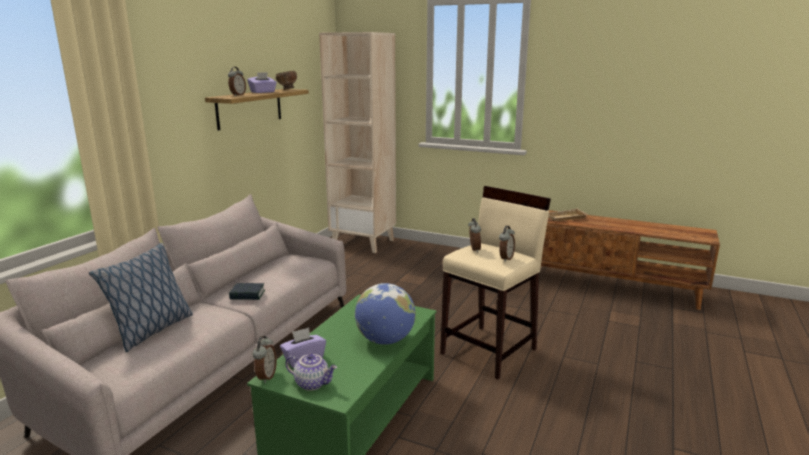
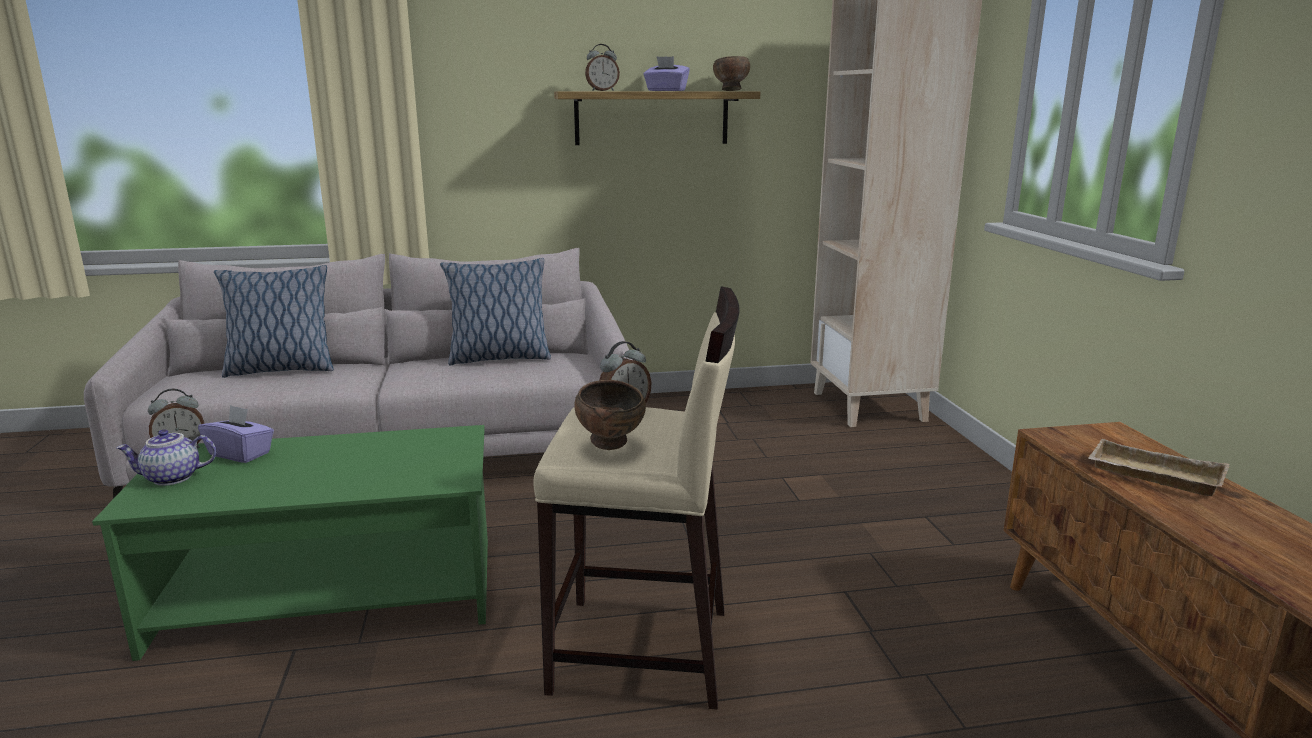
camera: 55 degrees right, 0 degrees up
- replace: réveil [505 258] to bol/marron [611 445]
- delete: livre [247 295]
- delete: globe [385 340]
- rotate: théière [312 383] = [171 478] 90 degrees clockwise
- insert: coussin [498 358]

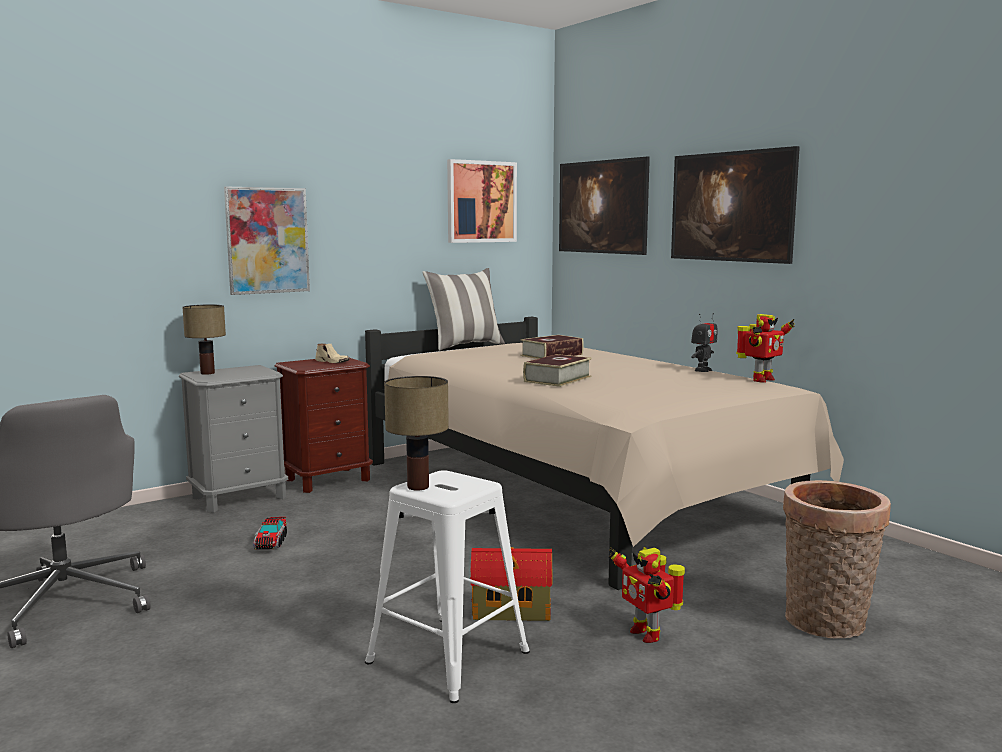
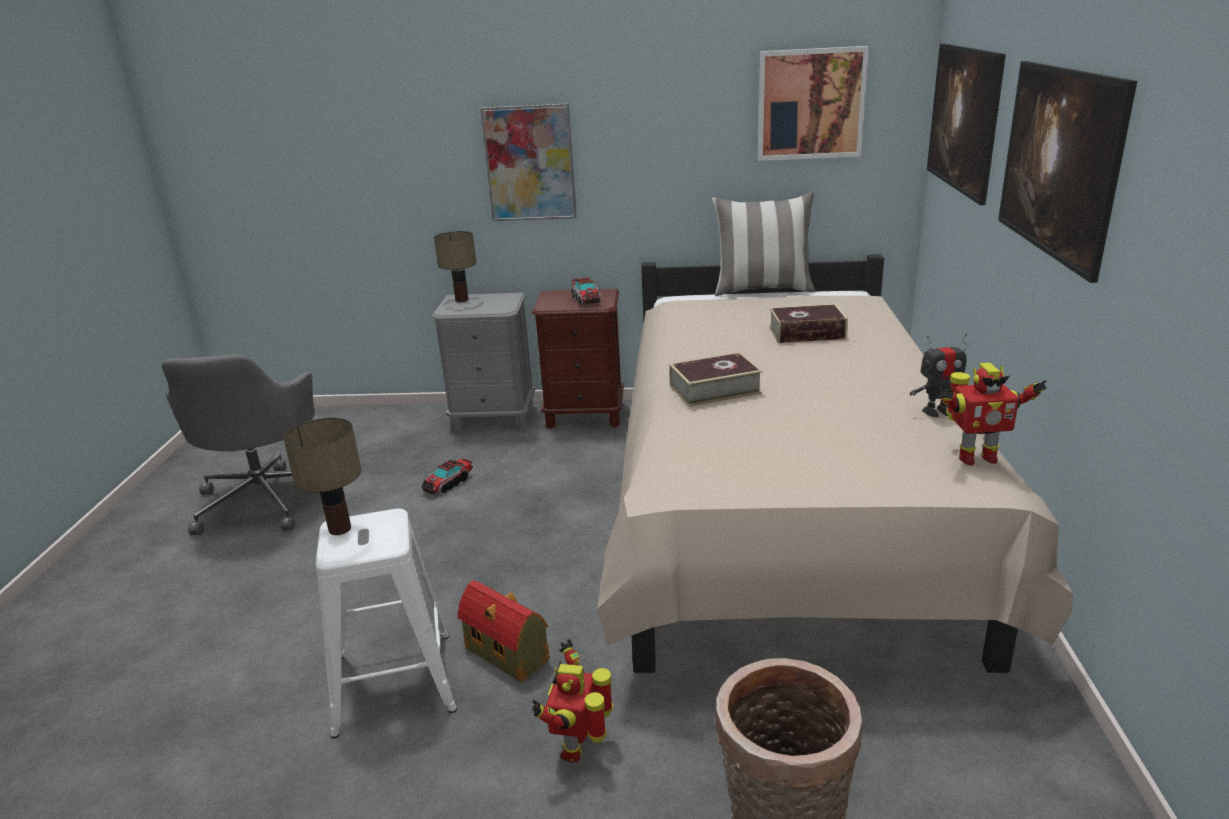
camera: 40 degrees right, 15 degrees up
- replace: chaussure/beige [333 362] to camion jouet [586 299]

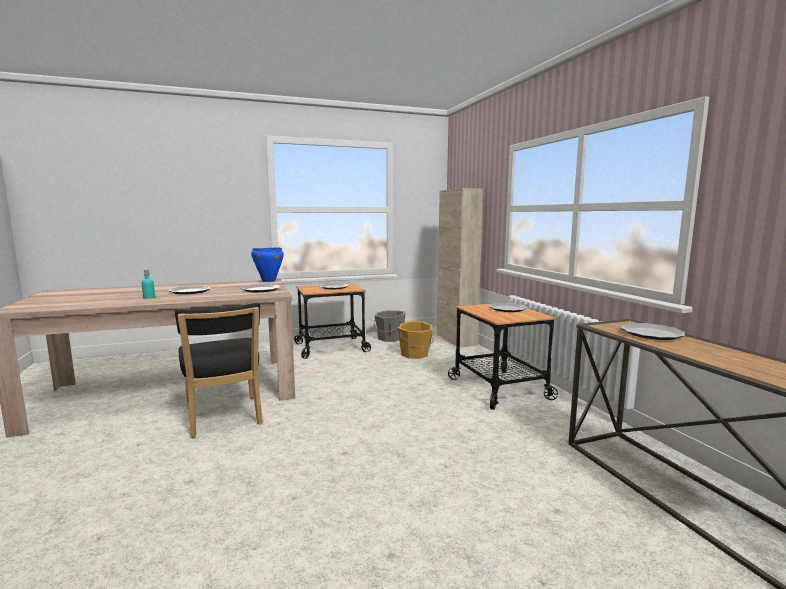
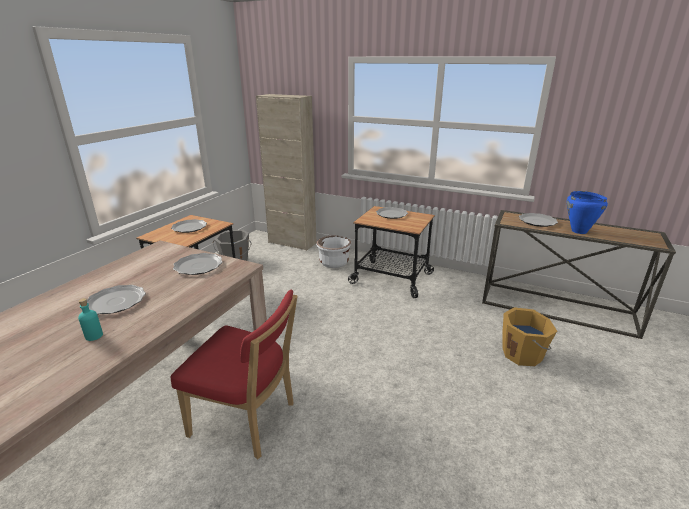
camera: 45 degrees left, 15 degrees up
- move: marmite/bleu [268 281] to [579 231]
- recolor: chaise/noir [224 418] to chaise/rouge [247 421]
- move: seau/orange [415 354] to [523 354]
- insert: cache-pot/blanc [334 263]

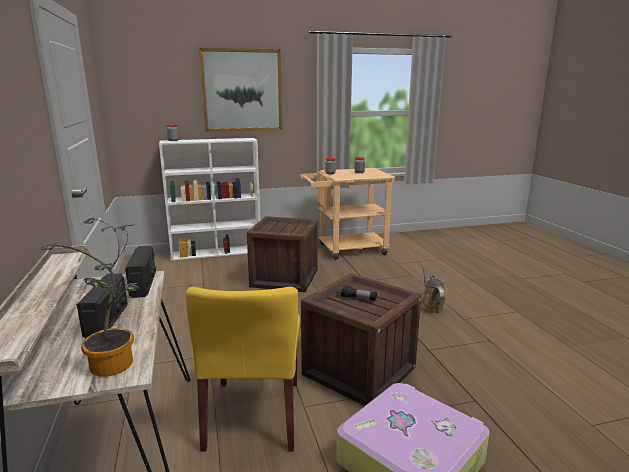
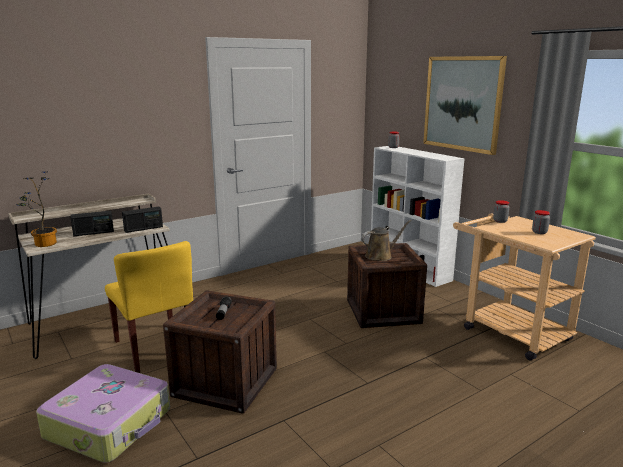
camera: 70 degrees right, 0 degrees up
- move: arrosoir/marron [431 306] to [381 256]
- rotate: chaise/jaune [254 414] = [156 347] 105 degrees counterclockwise

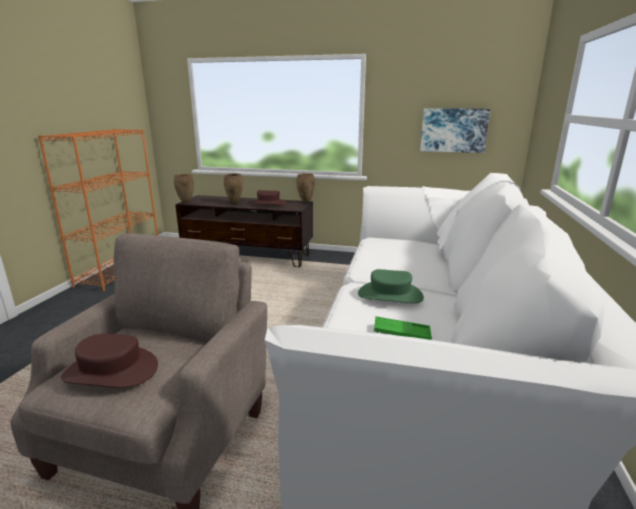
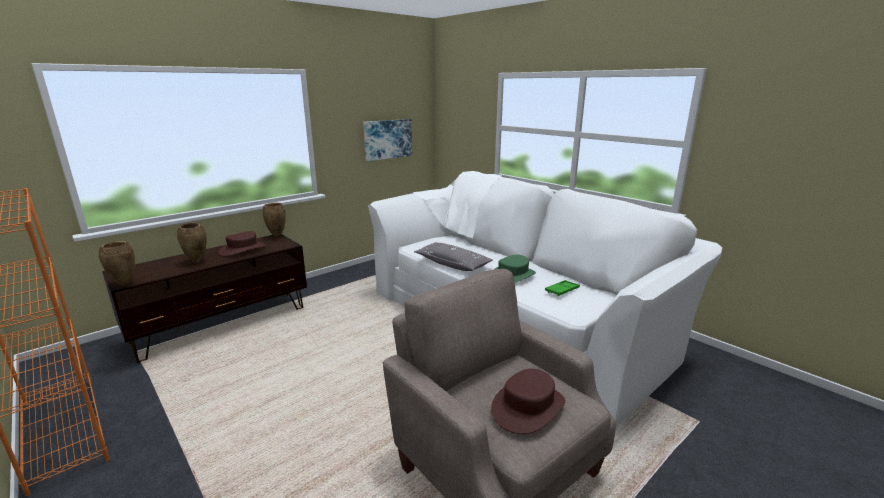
camera: 55 degrees left, 0 degrees up
- insert: coussin/gris [453 264]

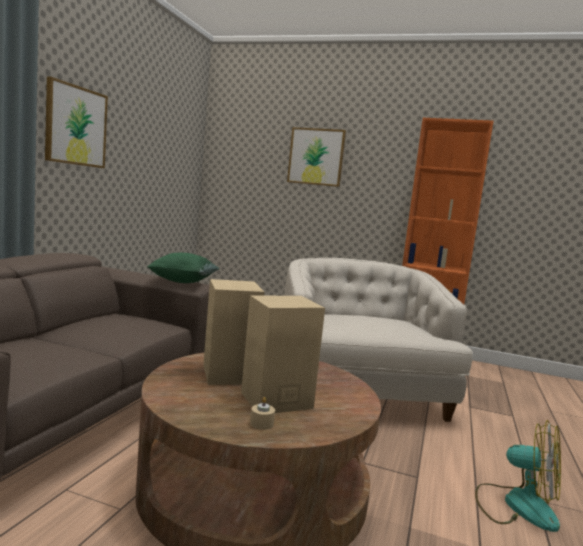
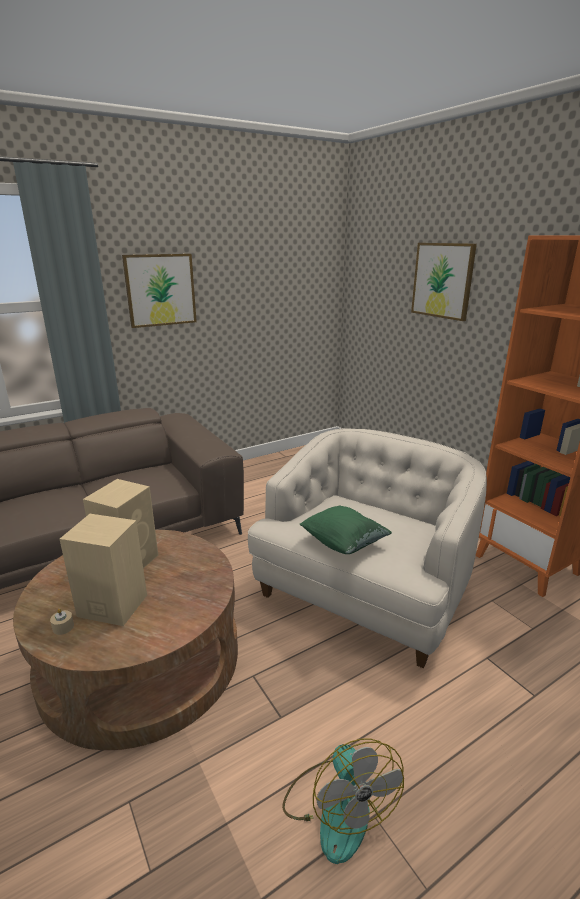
camera: 40 degrees right, 15 degrees up
- move: coussin/vert [183 282] to [343 543]

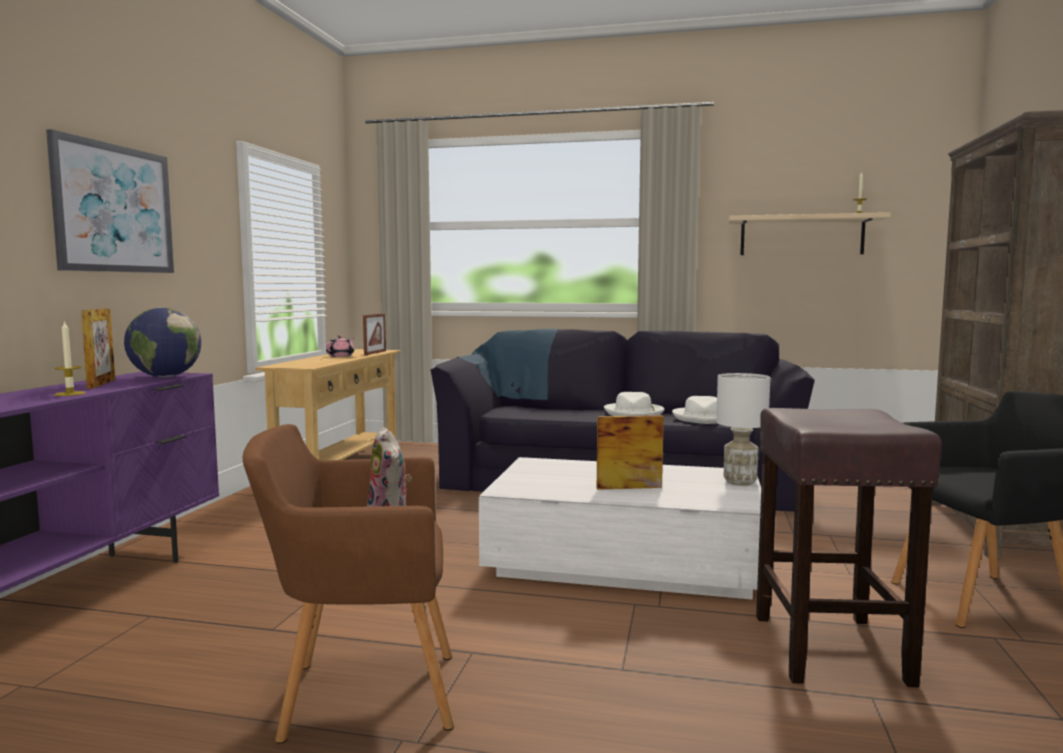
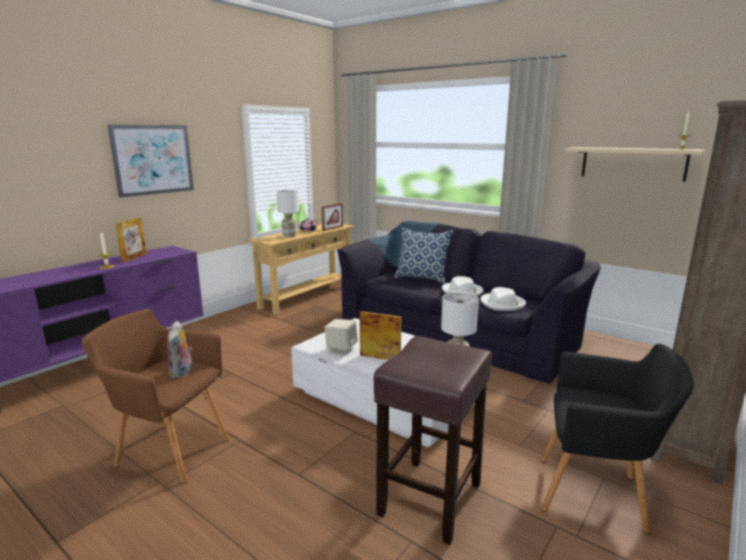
camera: 25 degrees right, 10 degrees up
- delete: globe [165 376]
- insert: lampe de table/blanc [289 236]
- insert: coussin [422 278]
- insert: enceinte/beige [341 349]

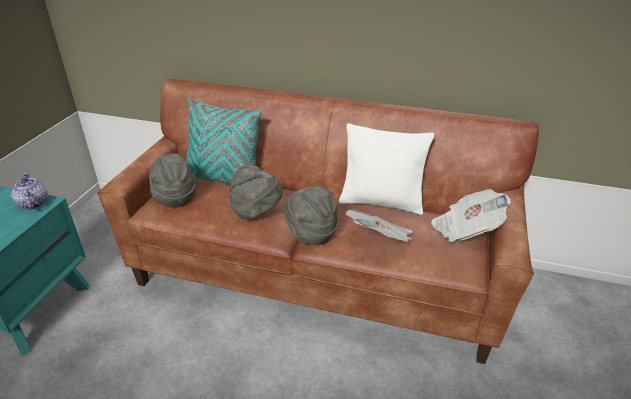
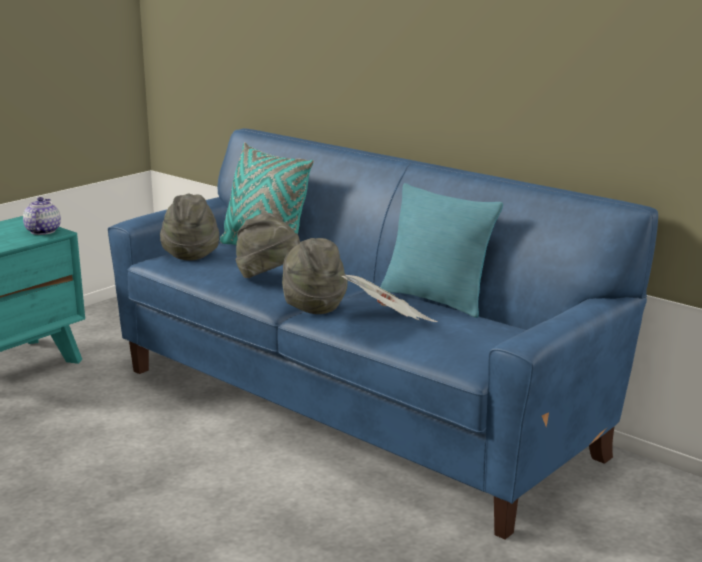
camera: 25 degrees right, 15 degrees down
- recolor: canapé/marron [315 276] to canapé/bleu [352 410]
- recolor: coussin/blanc [381 202] to coussin/turquoise [436 300]
- delete: journal [466 229]

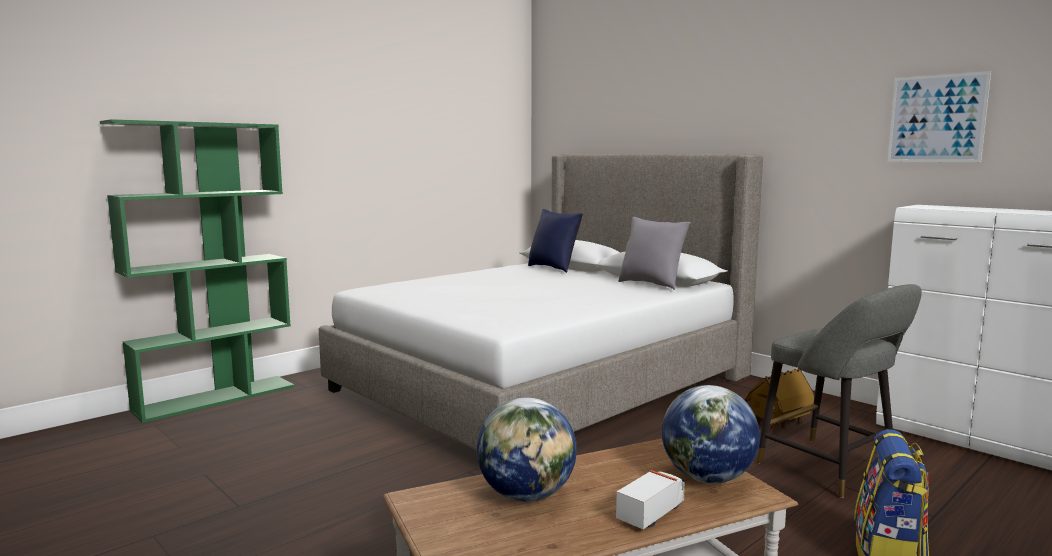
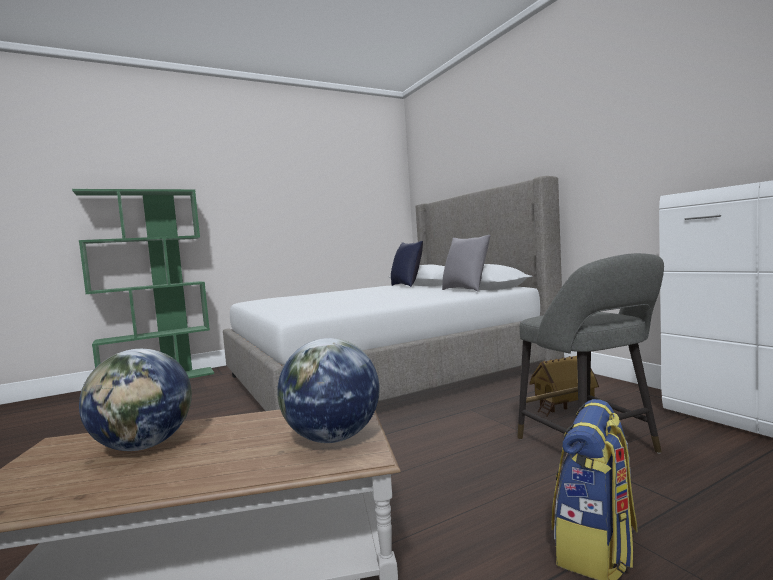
camera: 15 degrees right, 5 degrees down
- delete: tableau [936 118]
- delete: camion jouet [652 513]

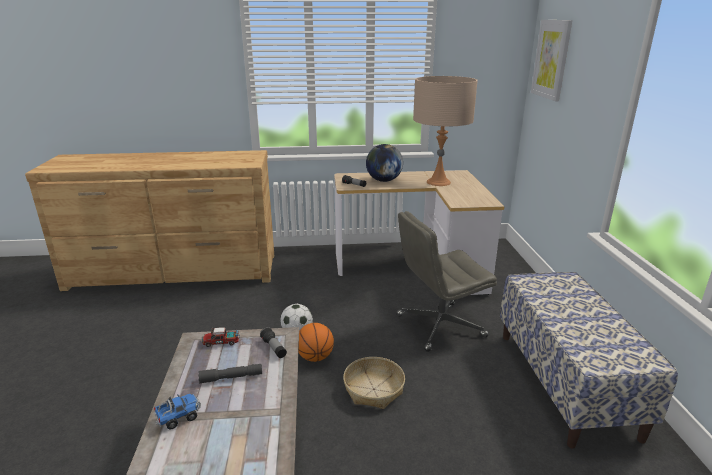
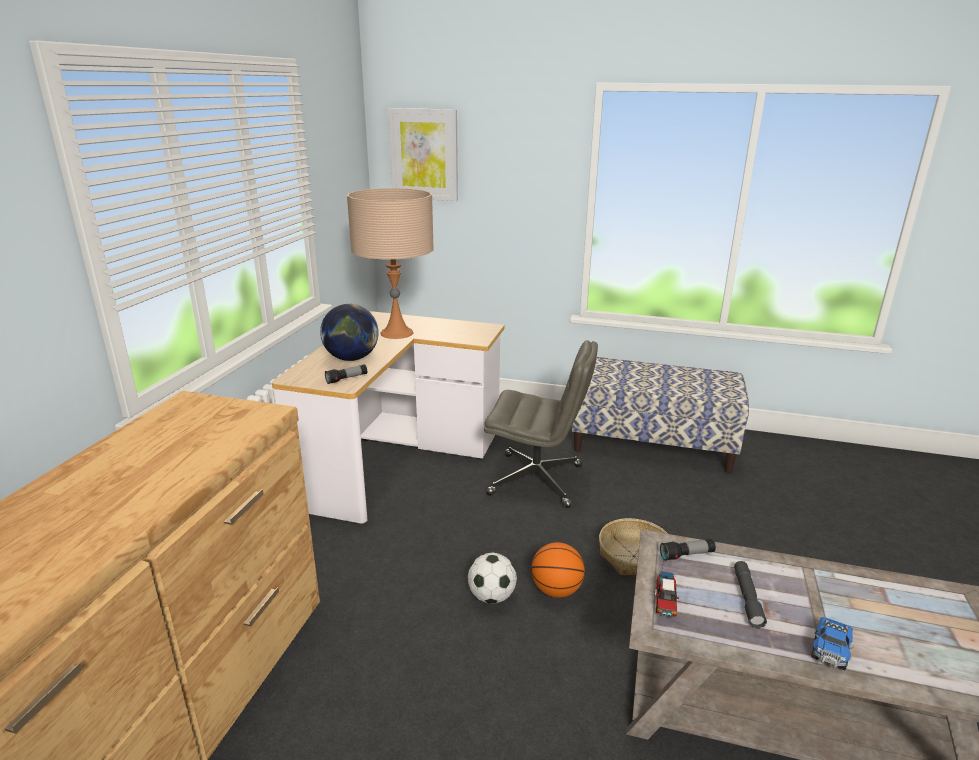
camera: 70 degrees left, 0 degrees up
- rotate: chaise de bureau/gris [439 326] = [537 480] 75 degrees counterclockwise
- rotate: camion jouet [178 417] = [829 652] 135 degrees counterclockwise

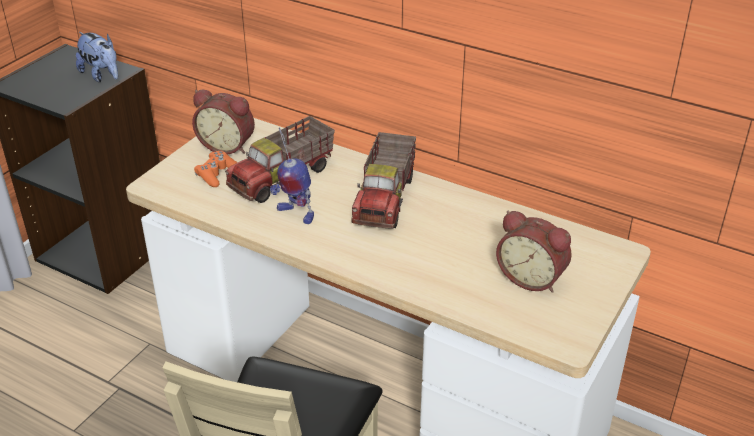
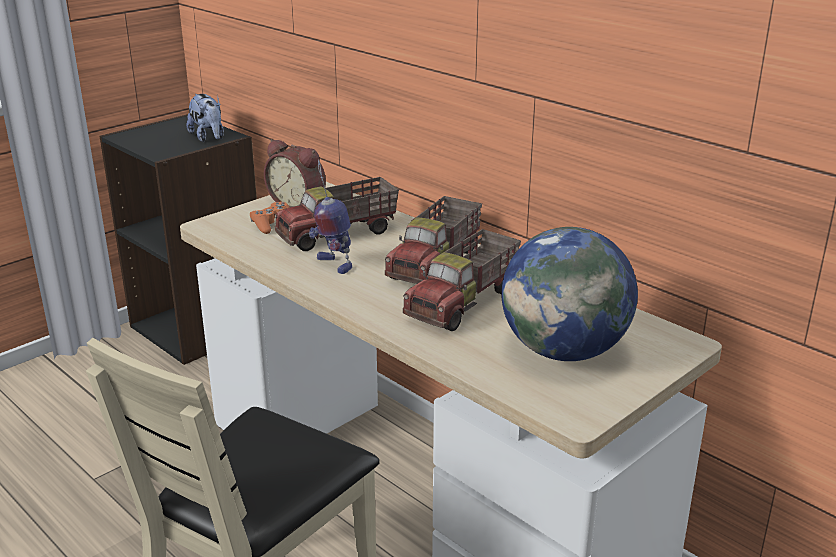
camera: 15 degrees right, 10 degrees down
- replace: réveil [532 277] to globe [564 351]
- insert: camion jouet [464 303]

